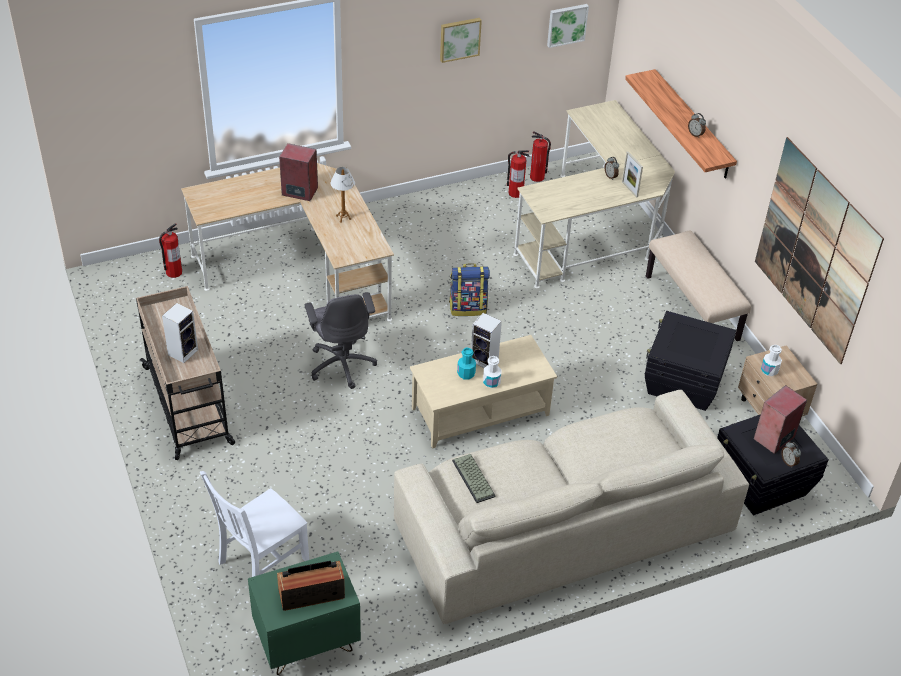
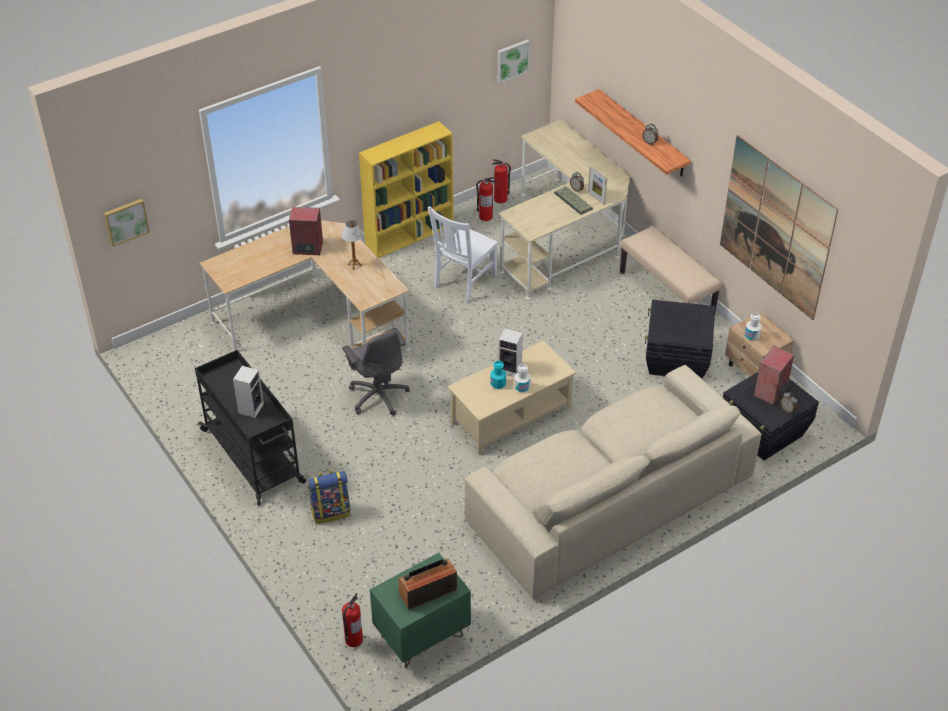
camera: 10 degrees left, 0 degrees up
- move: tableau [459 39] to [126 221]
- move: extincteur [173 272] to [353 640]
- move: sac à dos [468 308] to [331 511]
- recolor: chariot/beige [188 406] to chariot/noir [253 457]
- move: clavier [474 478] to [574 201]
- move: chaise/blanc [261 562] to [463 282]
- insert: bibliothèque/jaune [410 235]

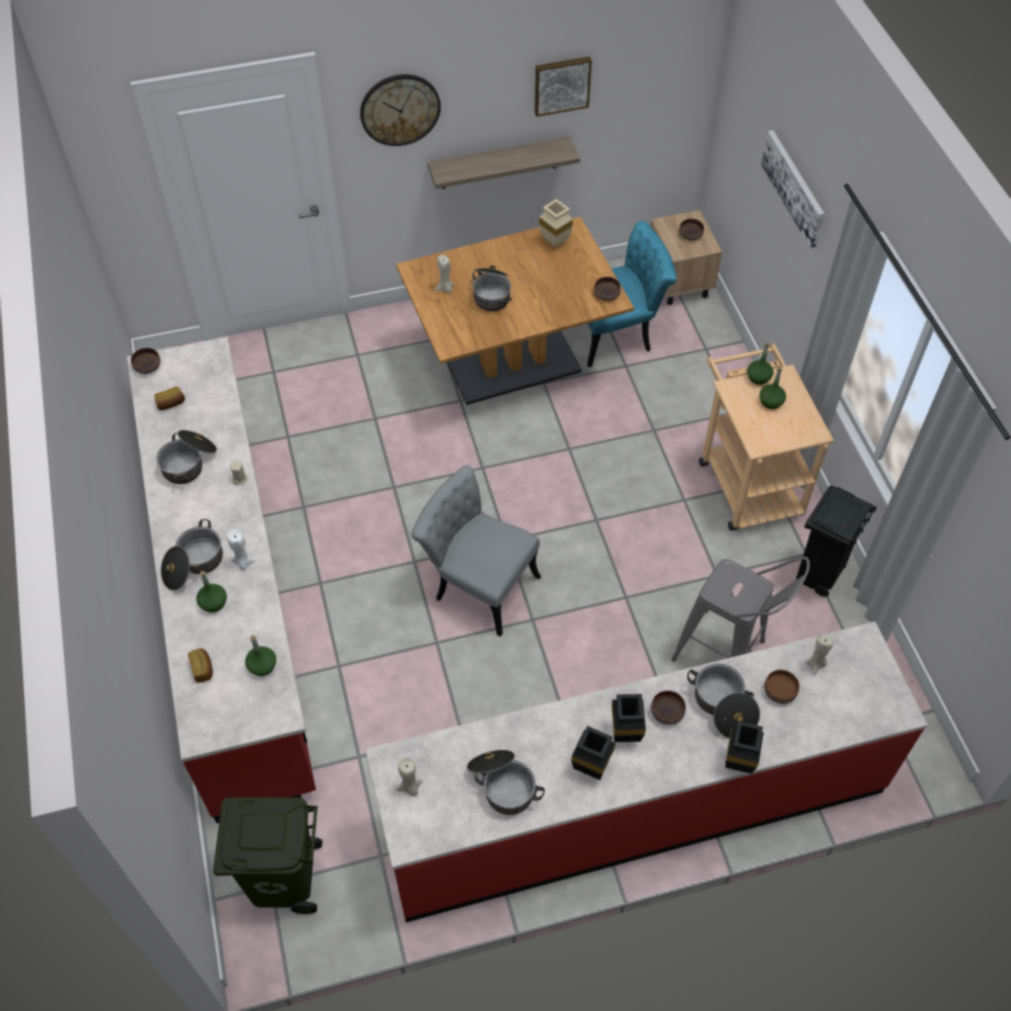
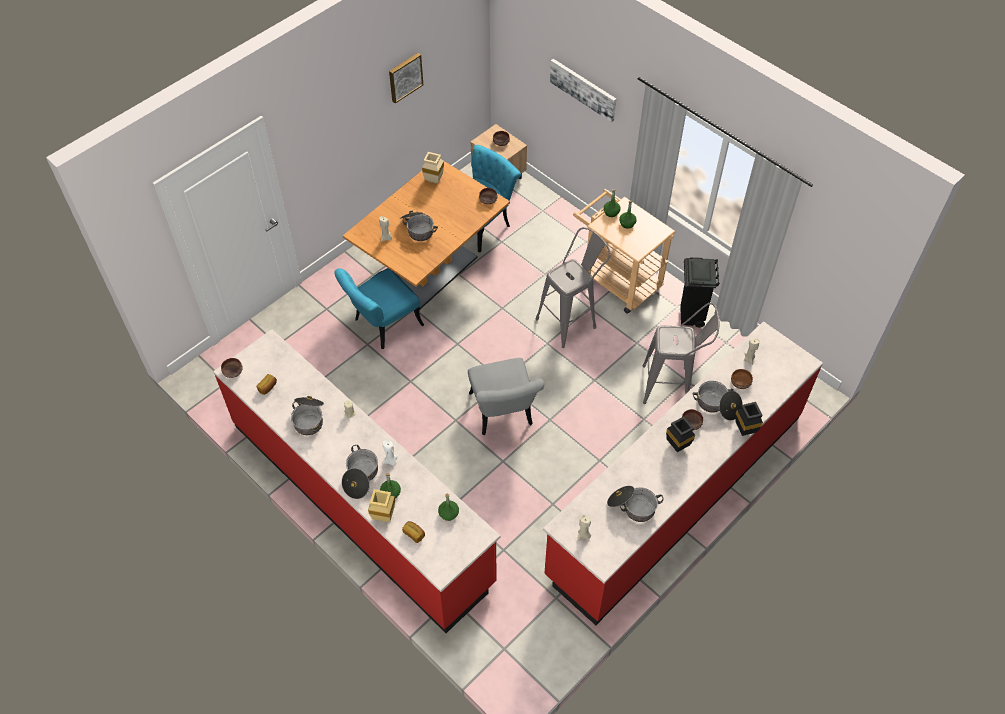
camera: 30 degrees left, 0 degrees up
- delete: horloge murale [400 109]
- delete: étagère [499 163]
- rotate: chaise/gris [477 584] = [503 415] 105 degrees counterclockwise
- delete: vase/noir [588 768]
- delete: poubelle/vert [282 877]
- insert: tabouret/gris [571 320]
- insert: chaise/turquoise [382 325]
- insert: vase/beige [382 517]

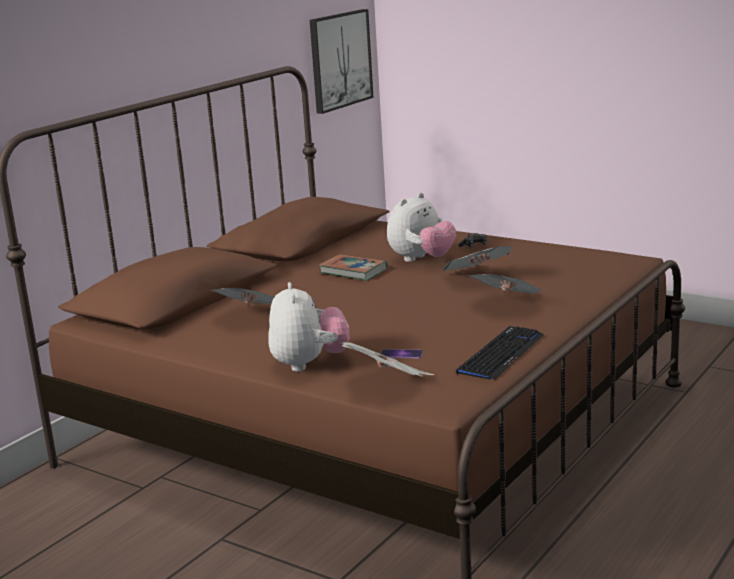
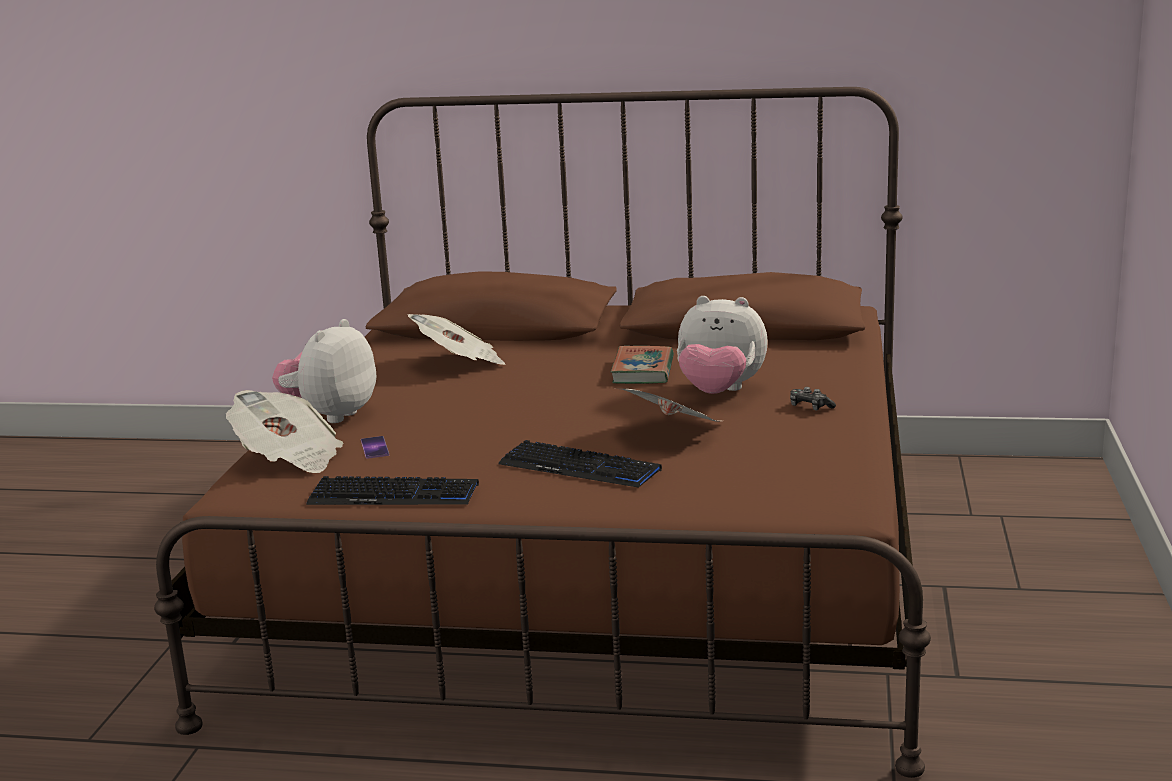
camera: 65 degrees right, 0 degrees up
- delete: tableau [340 60]
- replace: journal [508 304] to clavier [579 468]
- rotate: peluche [309 364] = [331 415] 150 degrees clockwise

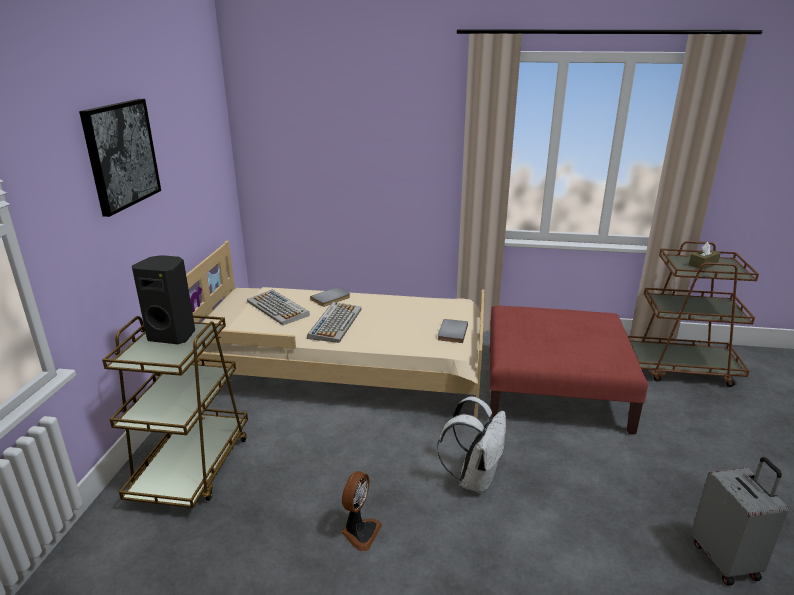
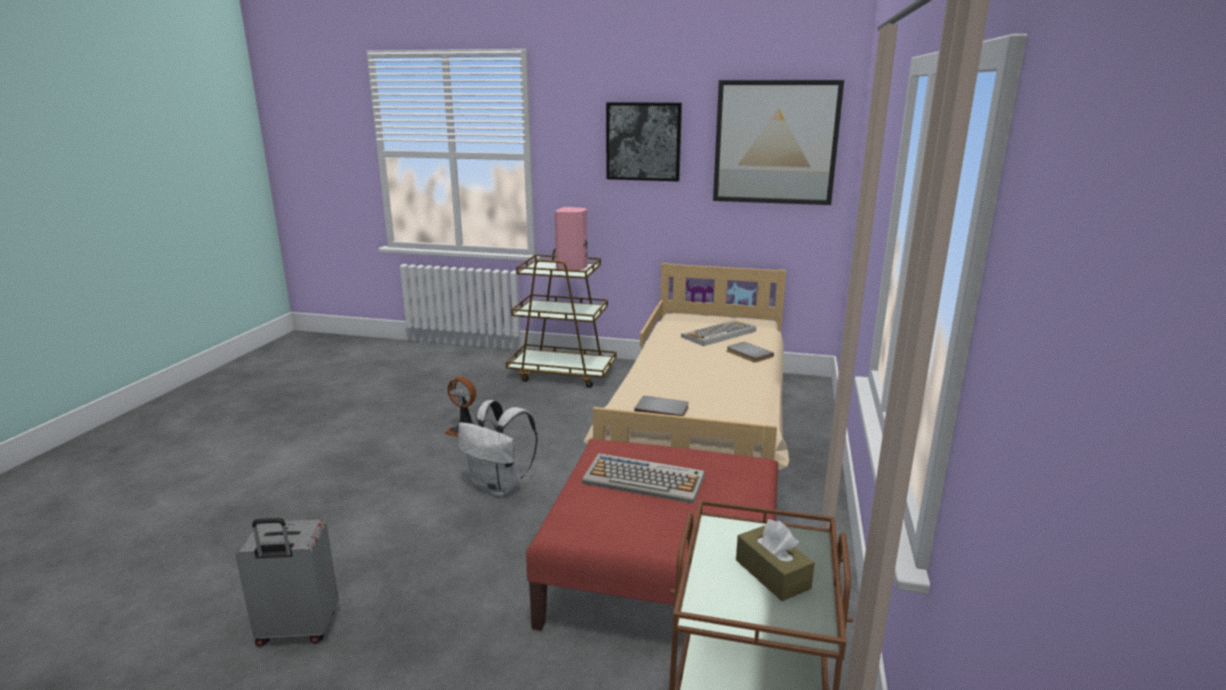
camera: 95 degrees right, 5 degrees down
- recolor: enceinte/noir [173 335] to enceinte/rose [572 268]
- move: clavier [335 323] to [645 480]
- insert: tableau [775 142]

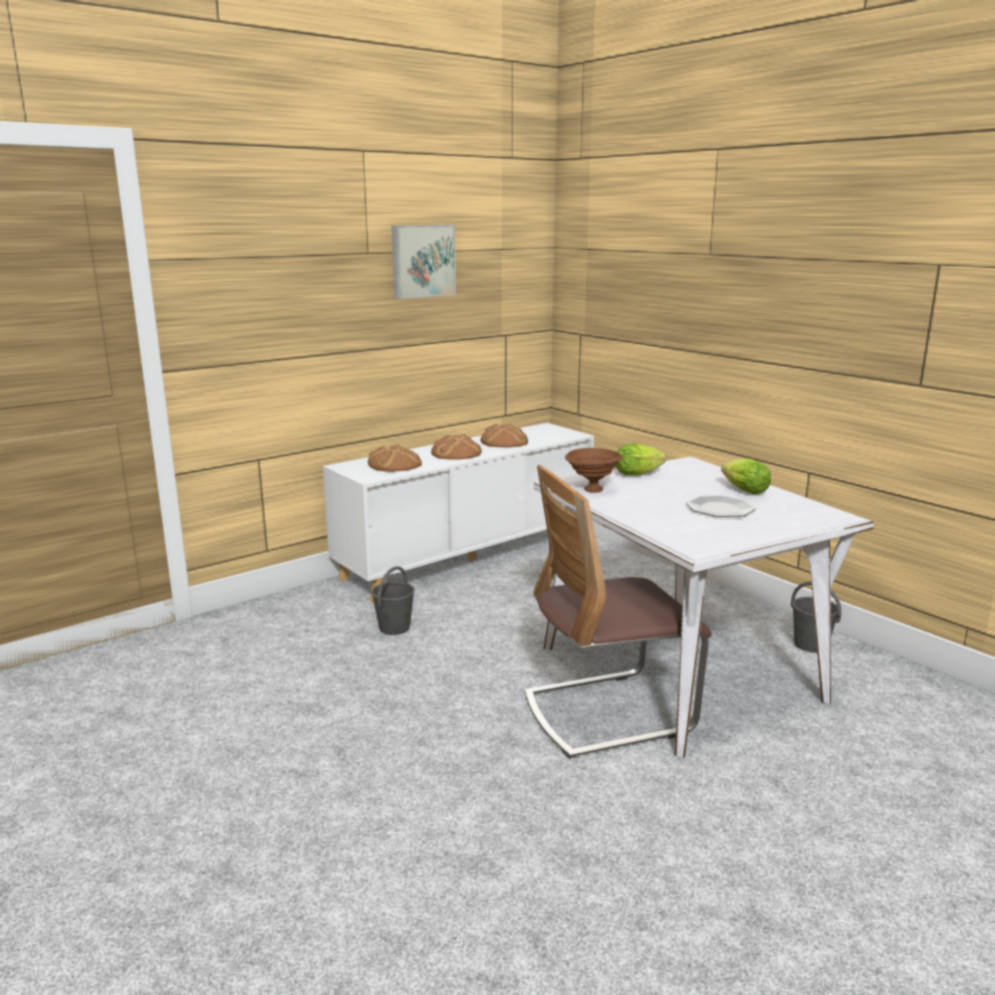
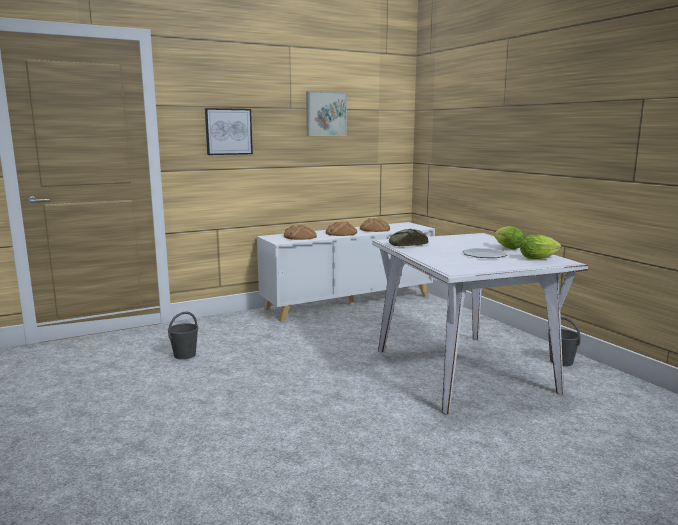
camera: 10 degrees right, 5 degrees down
- move: laitue [640 474] to [540 258]
- replace: bol/marron [592 490] to pain [406 244]
- delete: chaise [608 712]
- move: seau/gris [394 627] to [185 355]
- insert: tableau [228 131]

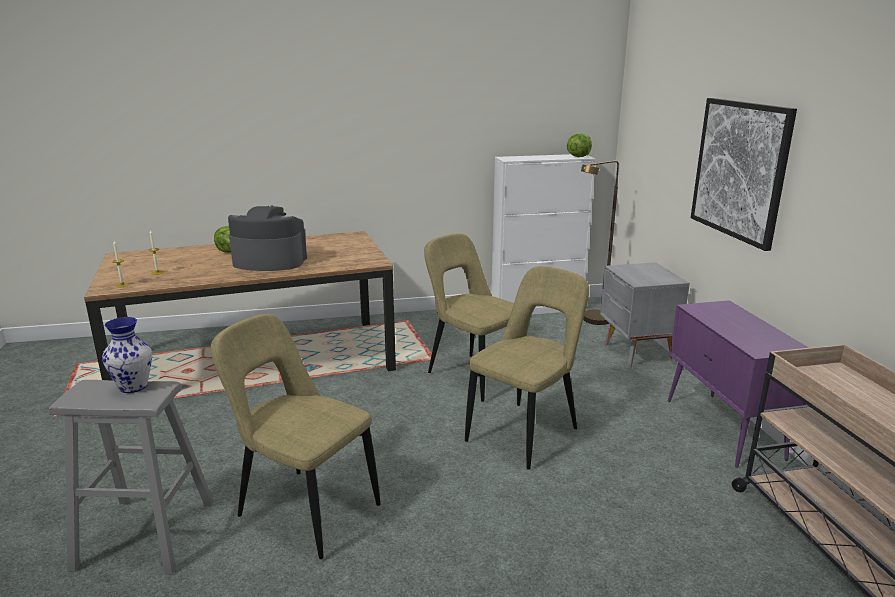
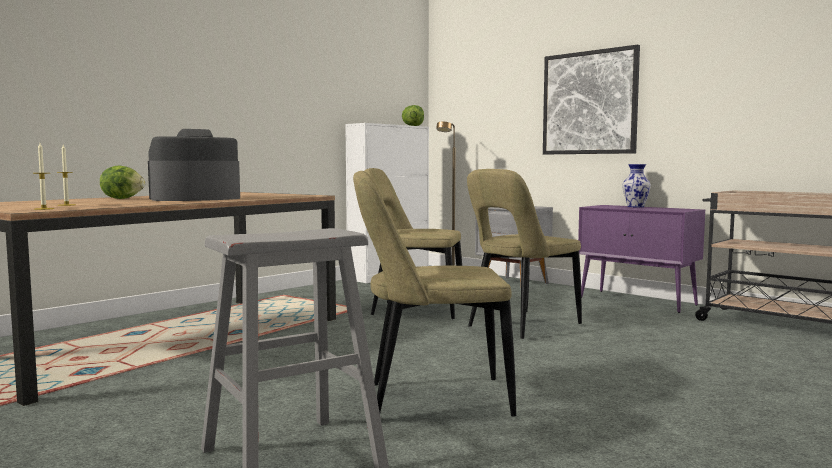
camera: 35 degrees left, 15 degrees down
- rotate: chaise/beige [526 432] = [520 326] 135 degrees counterclockwise
- move: vase [133 387] to [636 206]

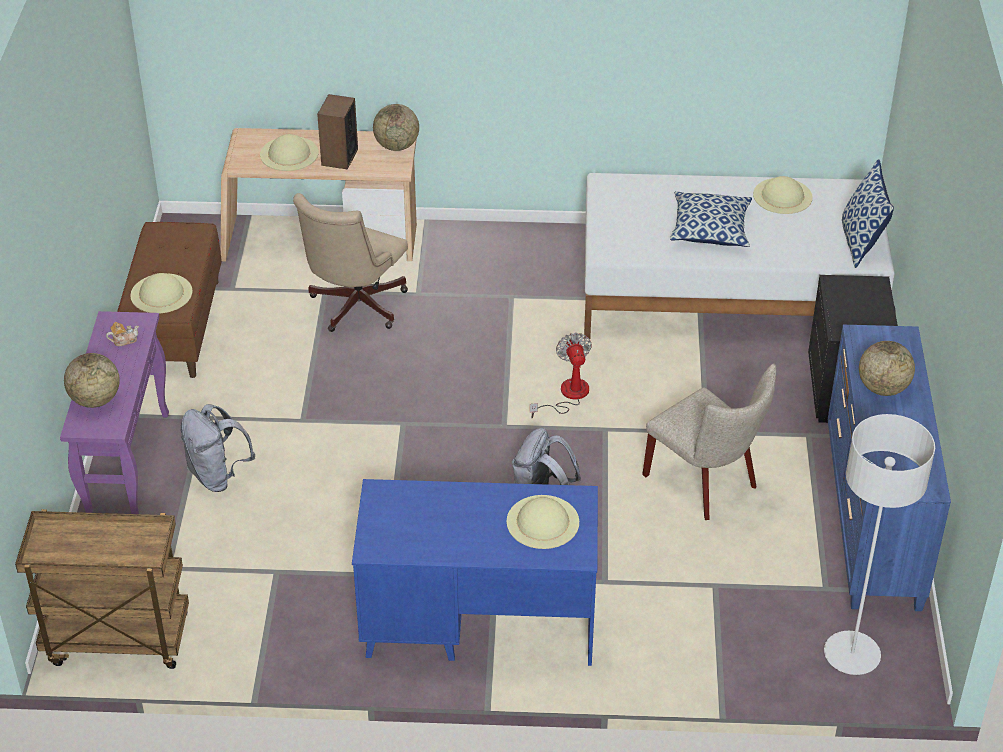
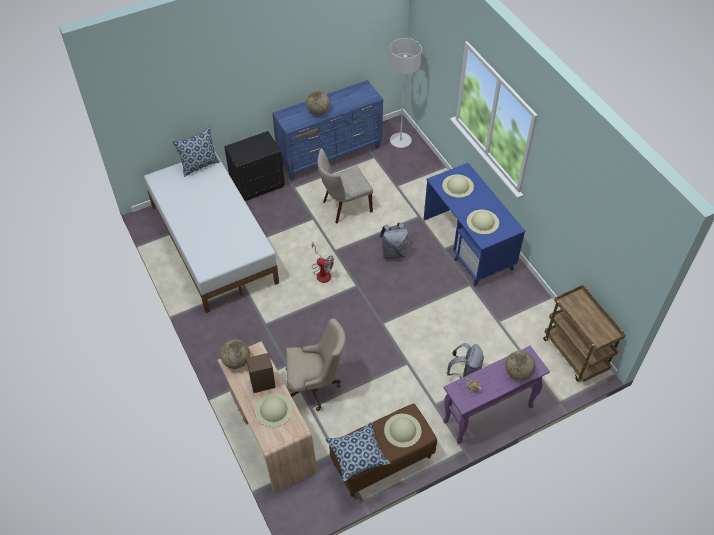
camera: 120 degrees left, 10 degrees up
- move: chapeau/beige [782 196] to [482 222]
- move: coussin [710 230] to [357 455]
- rotate: ventilateur [567 395] = [322 272] 120 degrees counterclockwise
- rotate: chaise/beige [706 483] = [344 207] 135 degrees counterclockwise

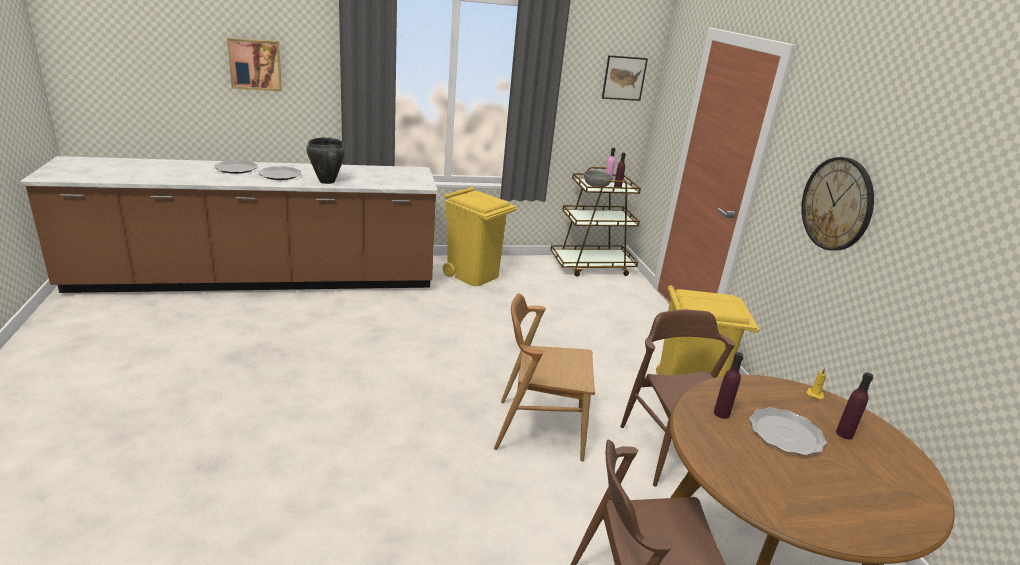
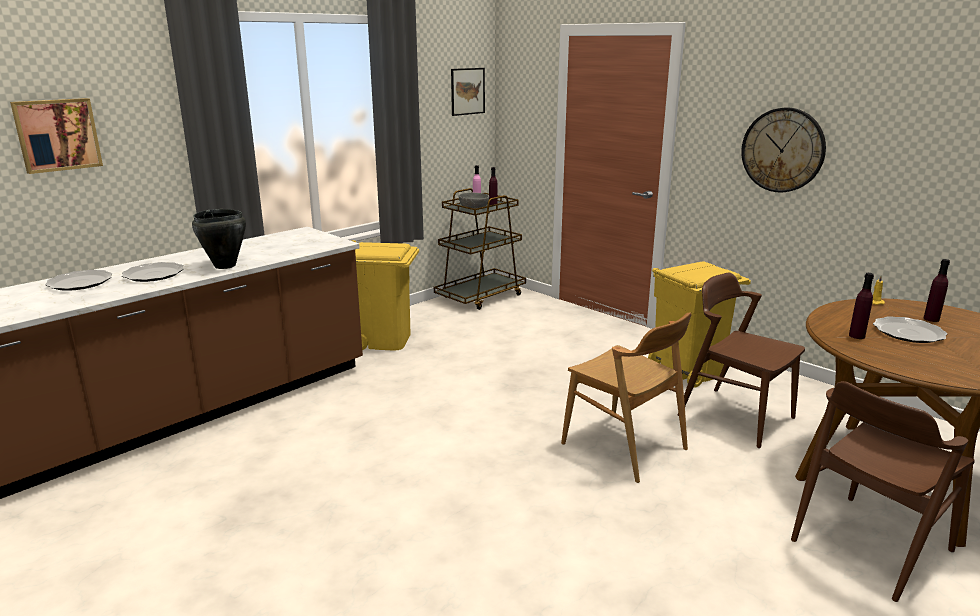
camera: 30 degrees left, 5 degrees down
- rotate: chaise/marron [539 429] = [624 446] 105 degrees counterclockwise

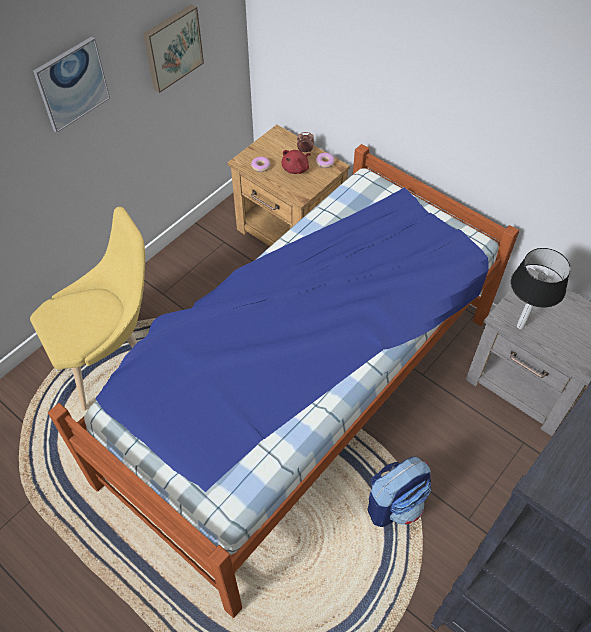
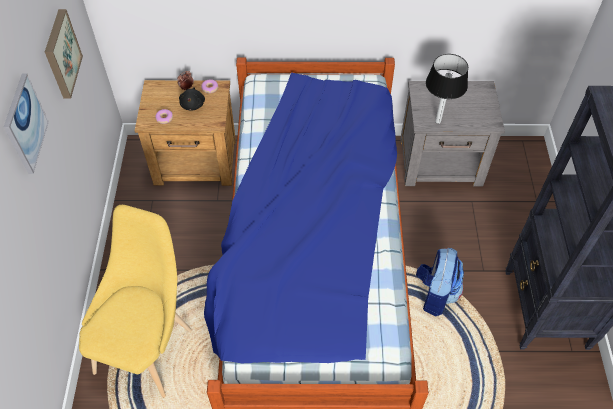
camera: 40 degrees left, 0 degrees up
- recolor: peluche/rouge [296 168] to peluche/noir [193 104]

